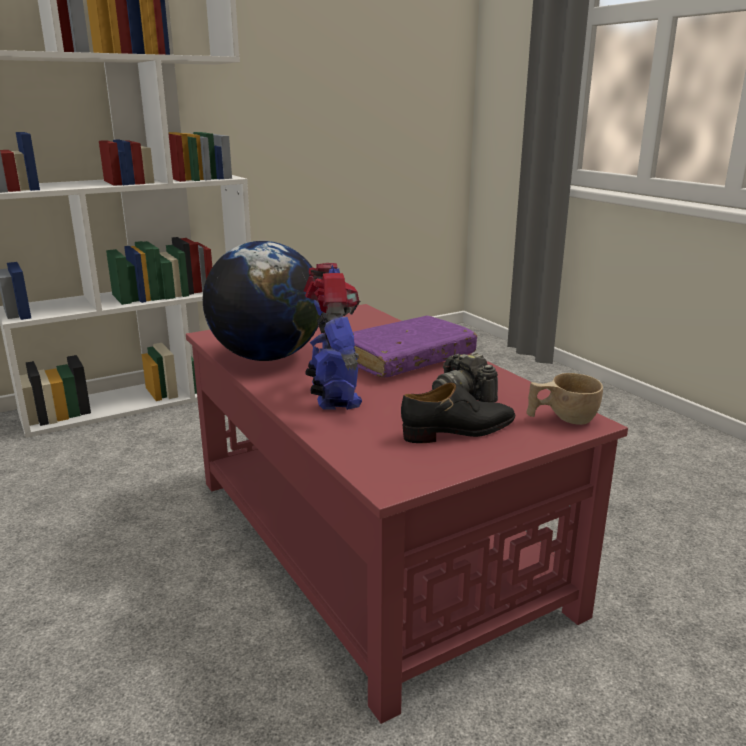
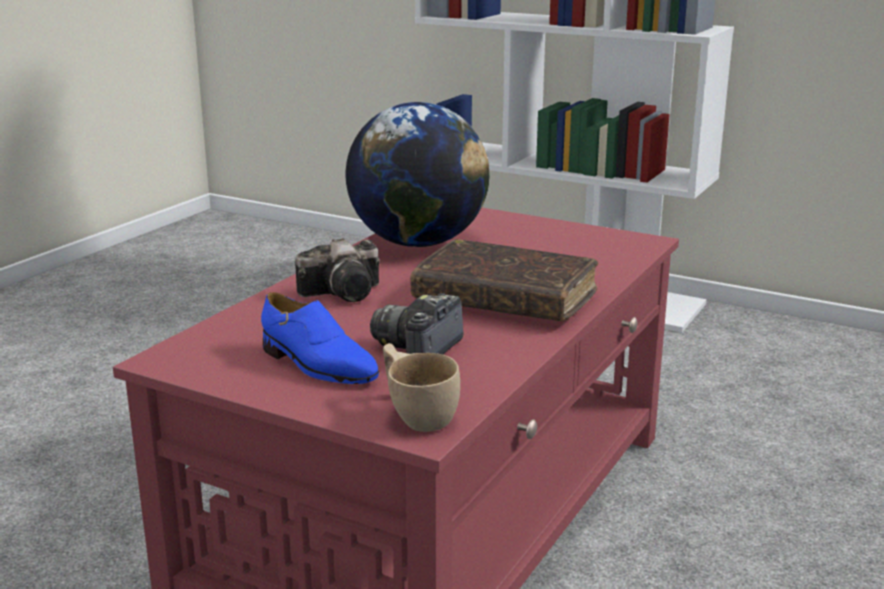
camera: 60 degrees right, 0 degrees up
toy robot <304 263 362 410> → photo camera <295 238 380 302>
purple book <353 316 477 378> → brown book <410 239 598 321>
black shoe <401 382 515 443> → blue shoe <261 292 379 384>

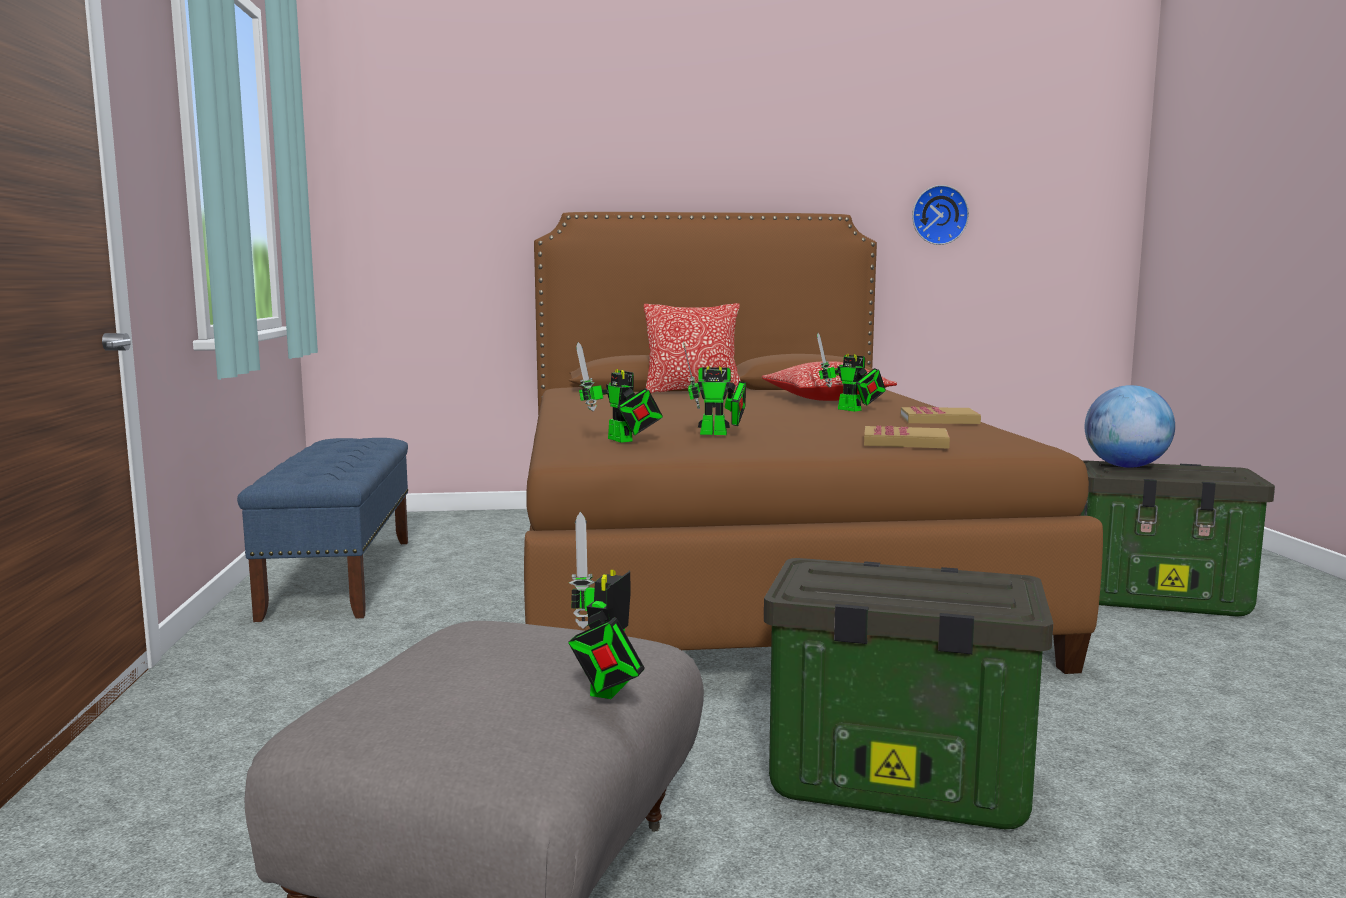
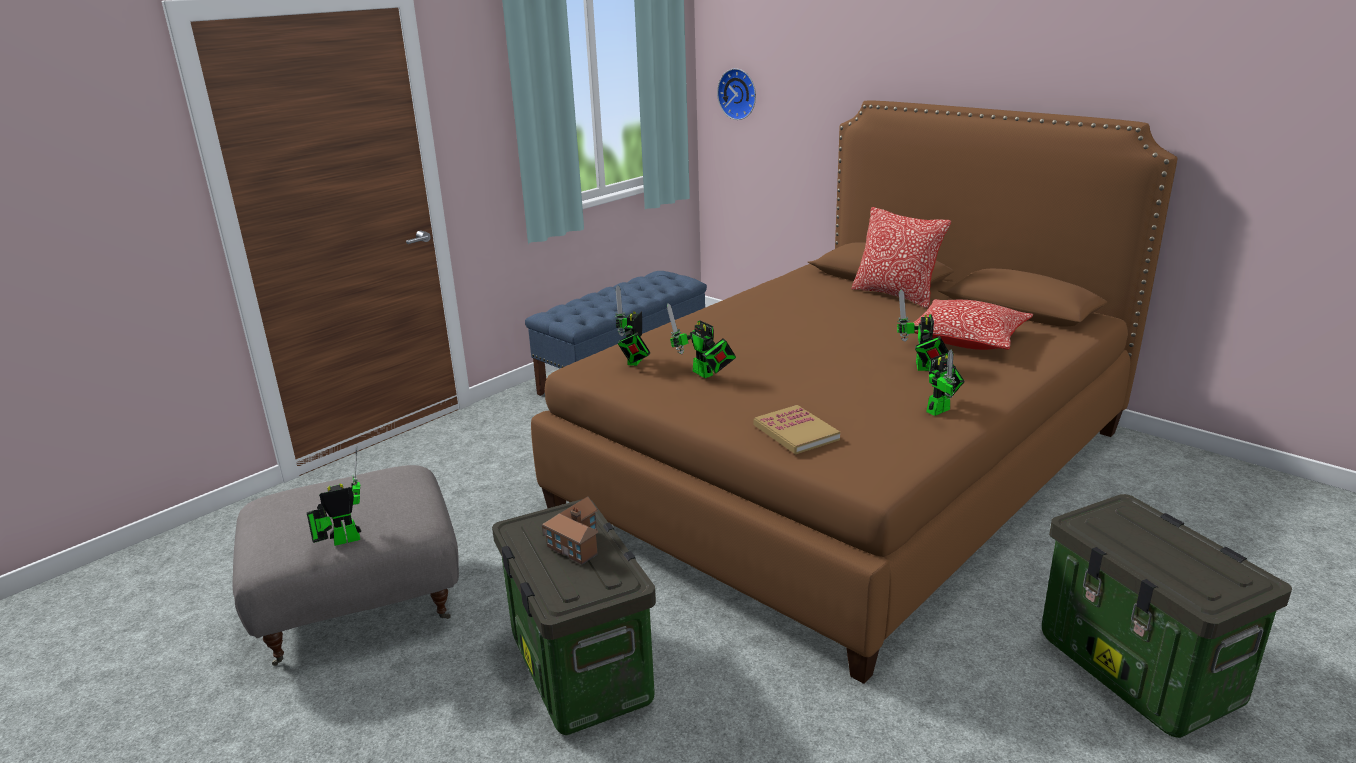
camera: 50 degrees right, 15 degrees up
wall clock <912 185 969 245> → wall clock <717 68 756 120>, move
globe <1085 385 1175 468> → -
book <901 406 981 424> → toy robot <926 350 965 416>
- → toy house <542 496 598 565>

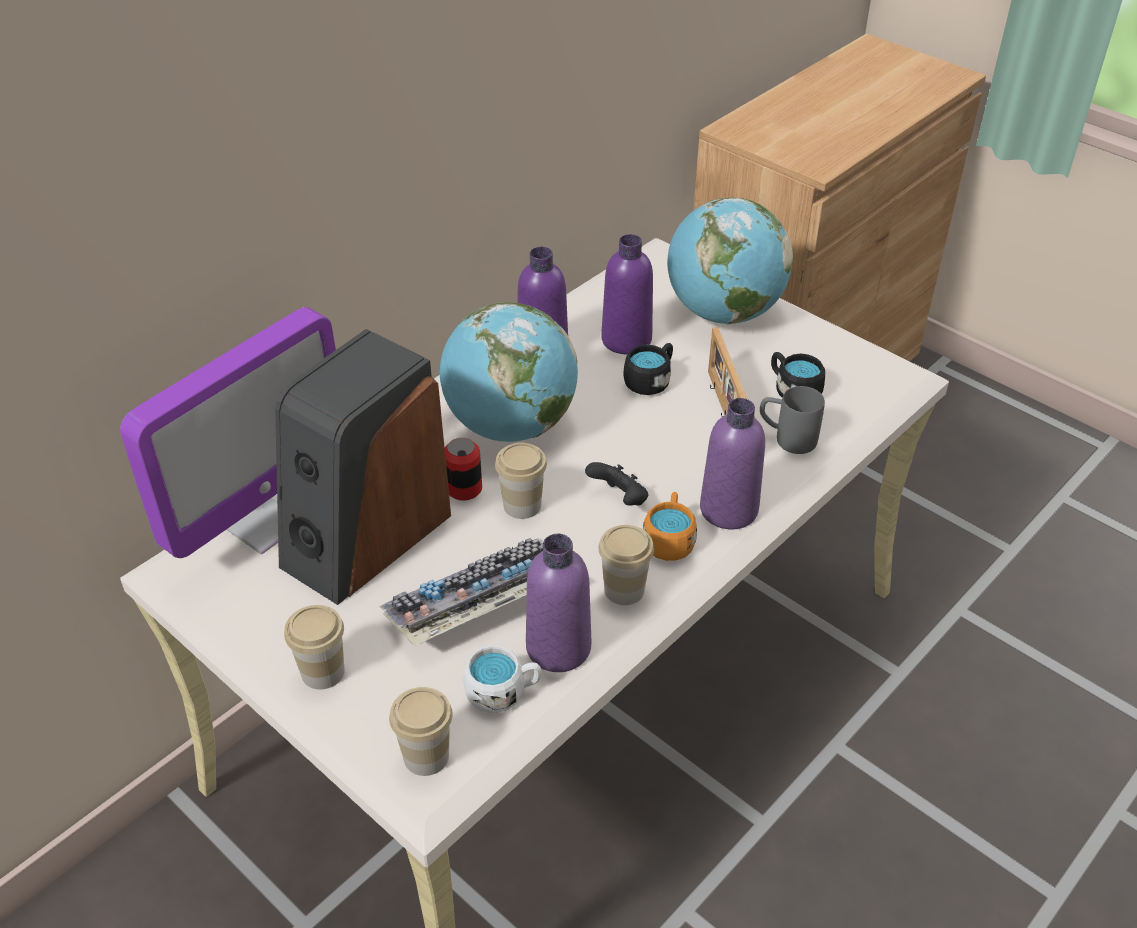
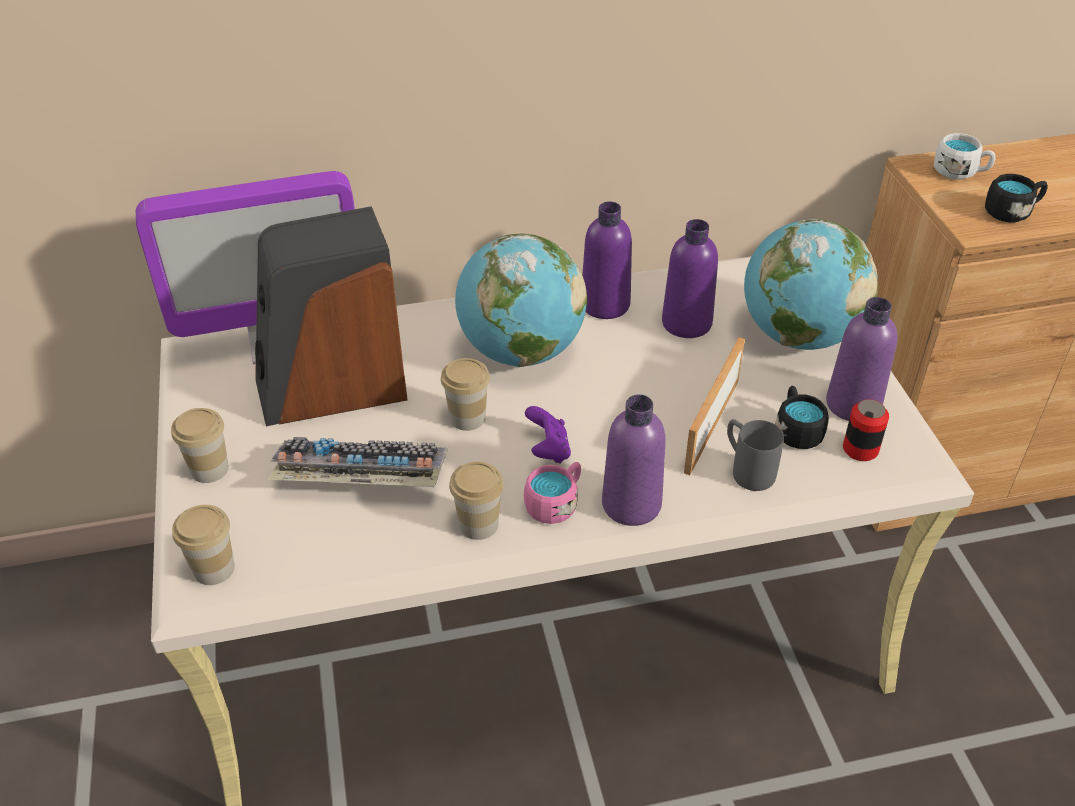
camera: 35 degrees right, 0 degrees up
black mug <624 343 673 395> → black mug <985 174 1048 222>, move
can <445 438 482 501> → can <843 399 889 461>, move
black game controller <585 462 648 506> → purple game controller <525 406 571 464>
orange mug <643 492 697 561> → pink mug <524 462 581 524>
purple bottle <526 534 591 672> → purple bottle <826 297 897 421>, move
white mug <463 645 542 713> → white mug <934 133 996 180>, move

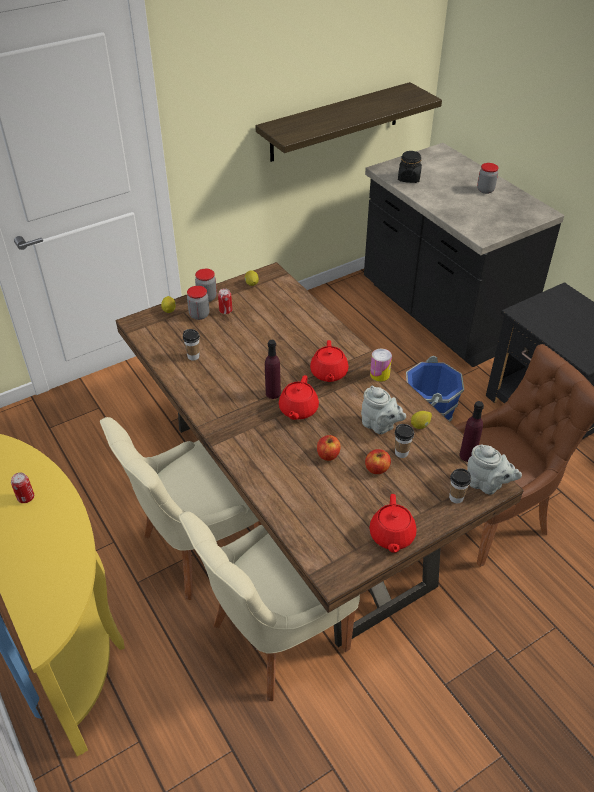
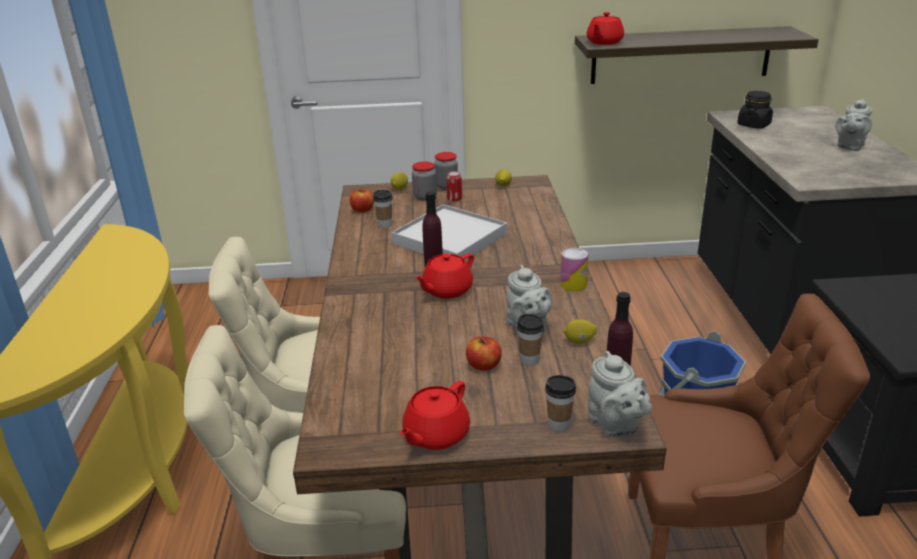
camera: 30 degrees right, 15 degrees down
jar <477 163 499 194> → grey teapot <835 99 872 151>
red teapot <310 340 349 382> → red teapot <587 12 624 45>, move
apple <317 435 341 461> → apple <350 189 374 213>, move
can <11 472 34 503> → -
- → white tray <391 204 507 261>

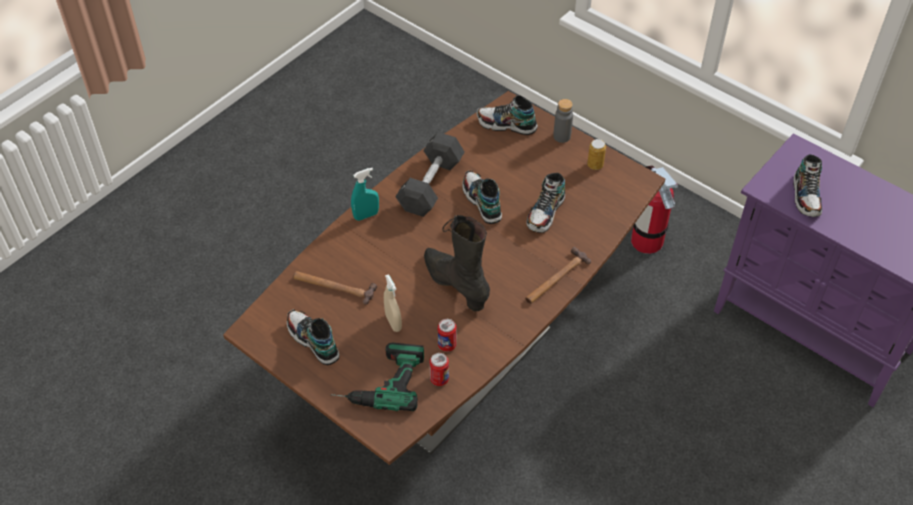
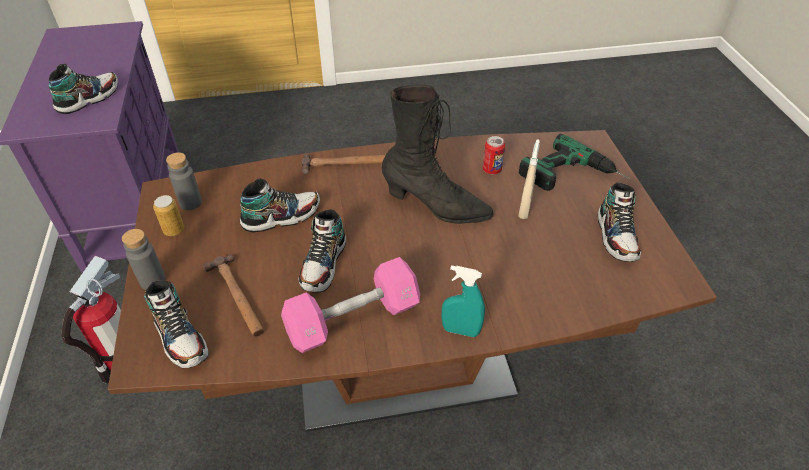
camera: 140 degrees left, 5 degrees down
black dumbbell <395 132 465 217> → pink dumbbell <281 257 420 353>
black boot <424 215 490 311> → black boot <382 84 493 224>, 75 degrees counterclockwise
hammer <293 271 377 305> → hammer <203 255 264 337>, move
can <430 353 449 386> → -
- → grey bottle <166 152 202 210>

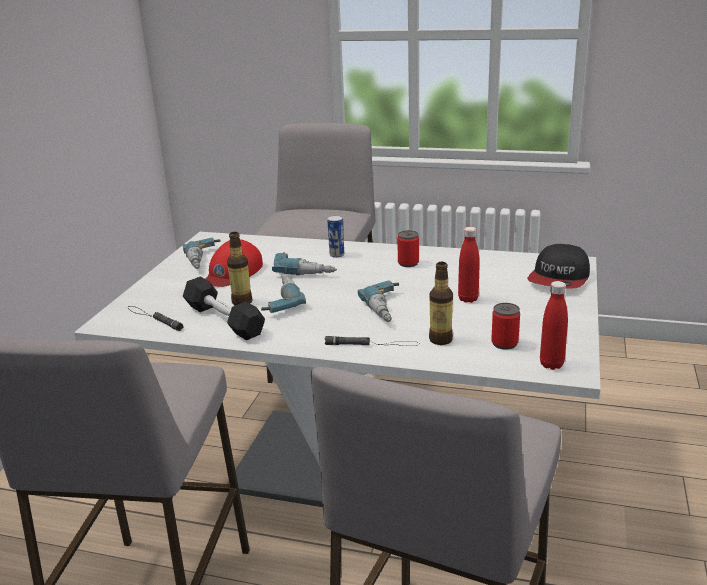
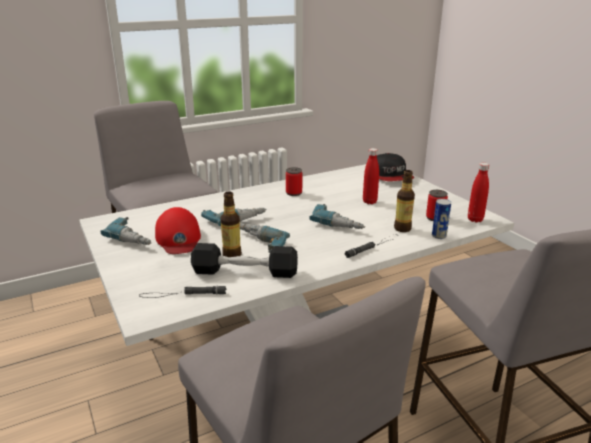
camera: 45 degrees left, 0 degrees up
can <327 215 344 258> → can <432 199 451 239>, move

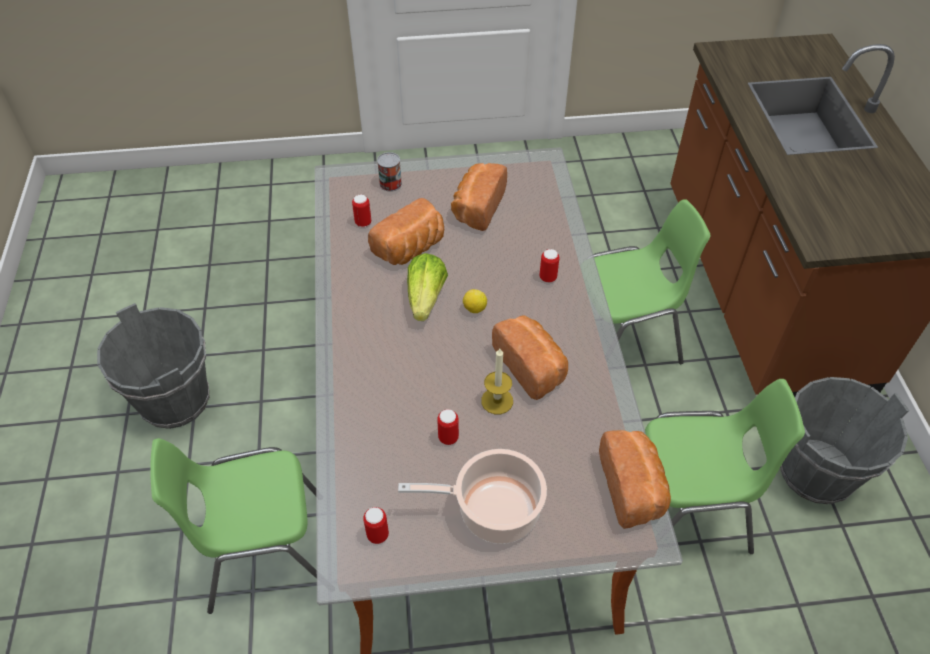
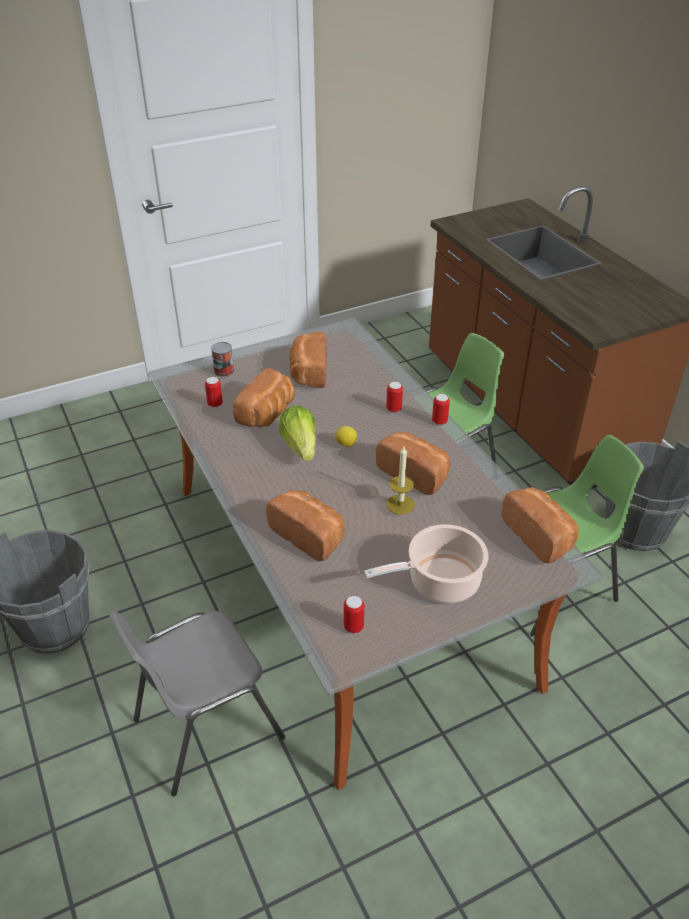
camera: 20 degrees left, 10 degrees down
can <437 409 459 445> → can <432 394 450 425>, move
green chair <150 438 317 614> → grey chair <108 610 285 796>
- → bread <266 489 345 561>

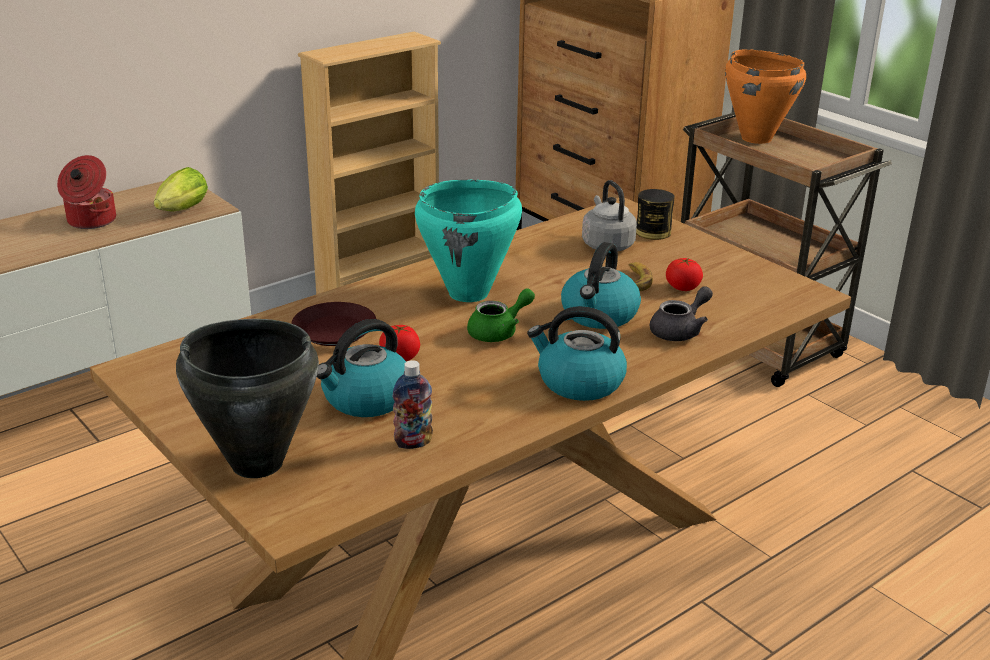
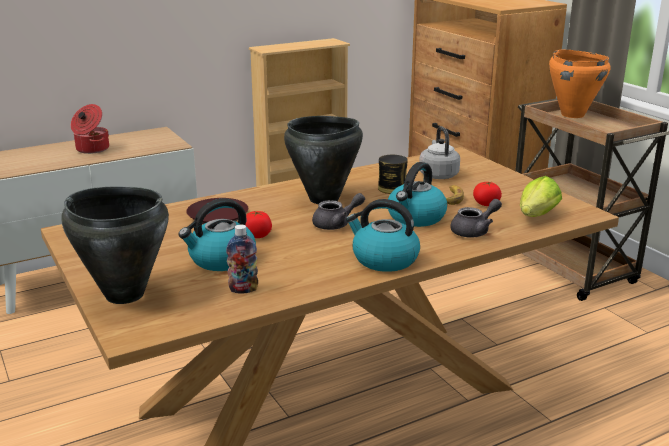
camera: 10 degrees right, 5 degrees down
lettuce <154 167 208 211> → lettuce <520 176 562 217>, move
turquoise cooking pot <415 179 522 302> → black cooking pot <284 116 363 204>
can <636 189 675 240> → can <378 155 408 194>, move
green teapot <467 288 535 342> → grey teapot <312 193 365 230>

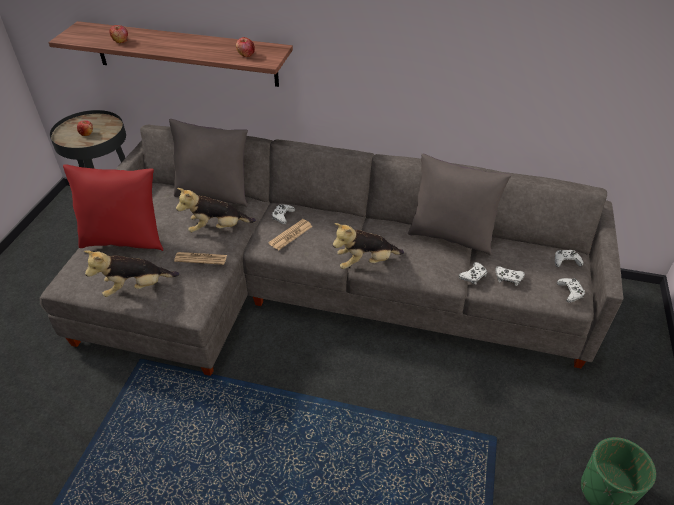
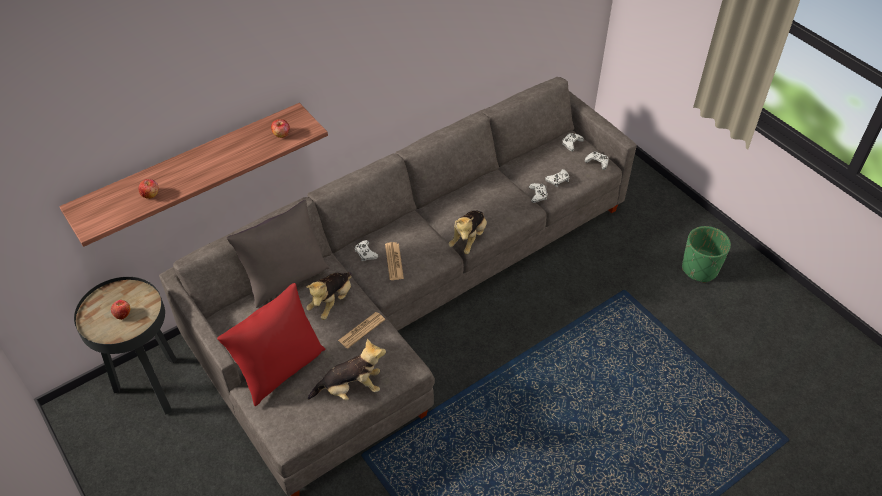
camera: 50 degrees left, 5 degrees up
grey pillow <408 154 511 256> → -
plush toy <84 250 179 297> → plush toy <308 338 386 401>, 120 degrees counterclockwise

